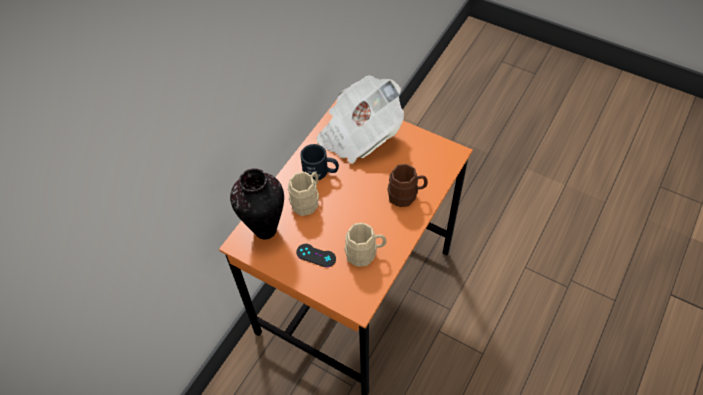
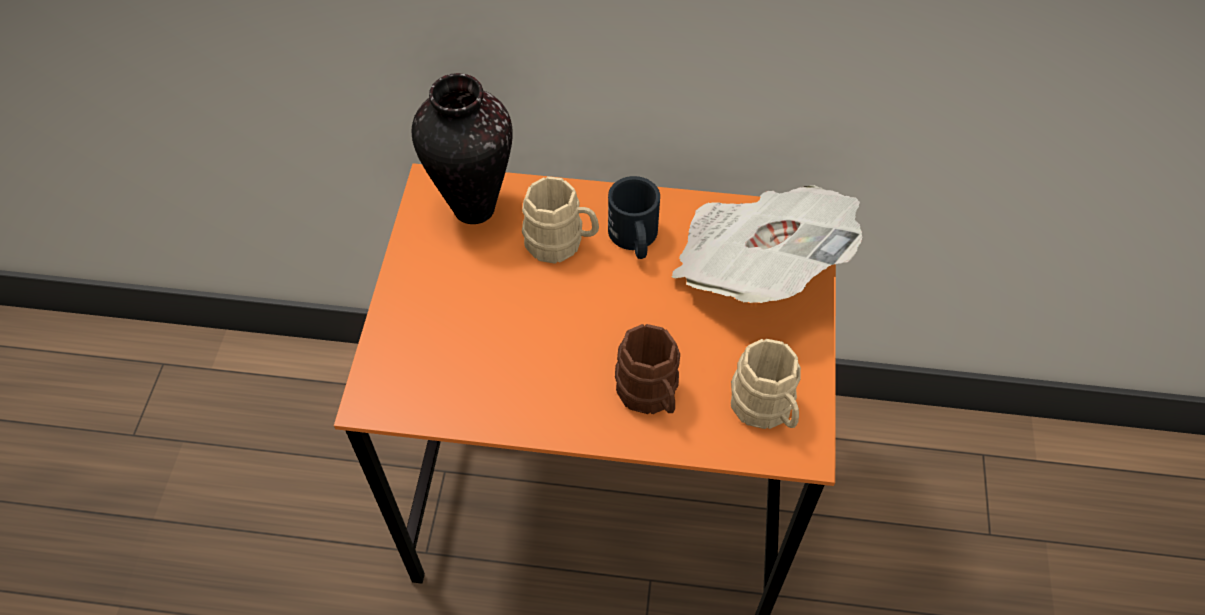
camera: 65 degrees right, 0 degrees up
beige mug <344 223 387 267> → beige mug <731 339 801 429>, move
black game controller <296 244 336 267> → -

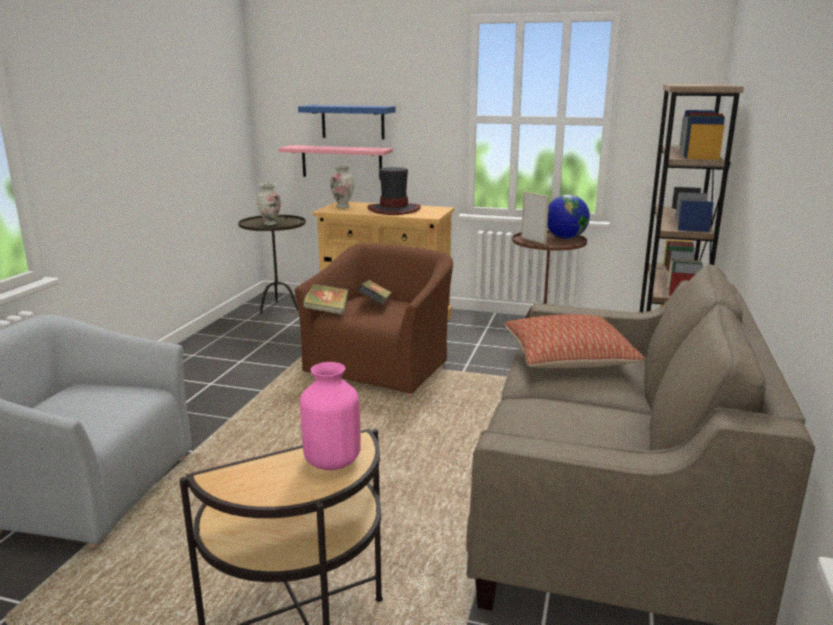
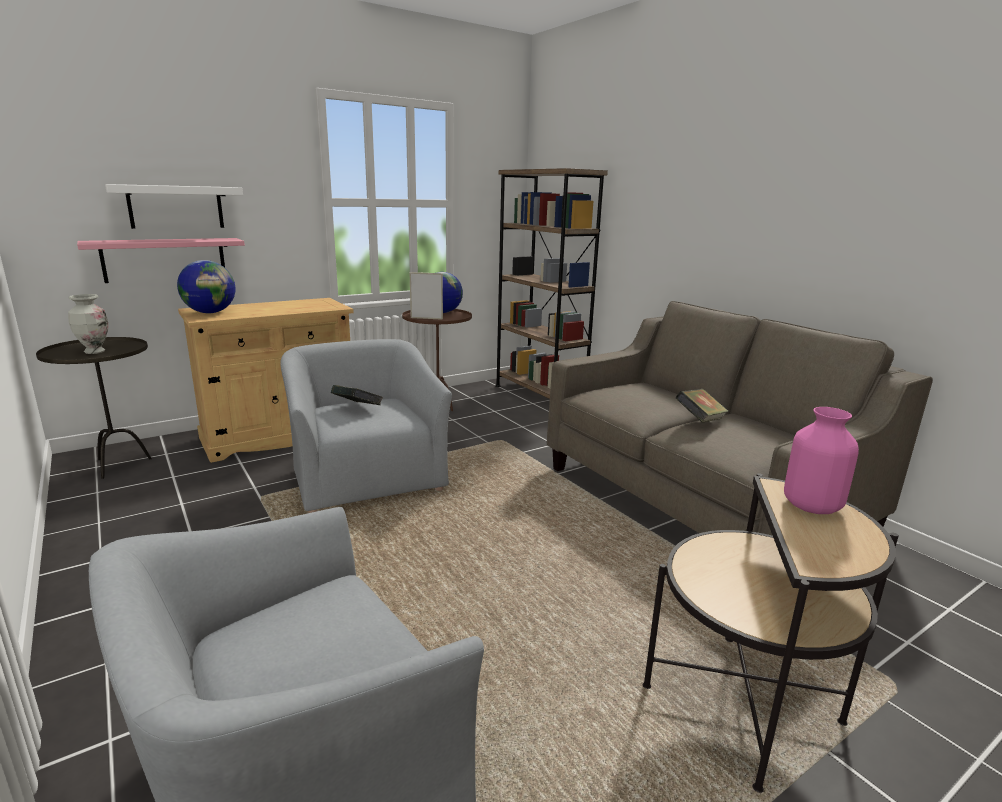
camera: 50 degrees left, 0 degrees up
blue shelf <298 105 396 139> → white shelf <105 184 243 229>
vase <330 164 354 208> → globe <177 260 235 313>
hat <368 167 421 215> → -
brown armchair <294 243 453 397> → grey armchair <280 339 452 513>
book <303 284 349 315> → book <675 389 729 423>, move
pillow <504 314 645 368> → -

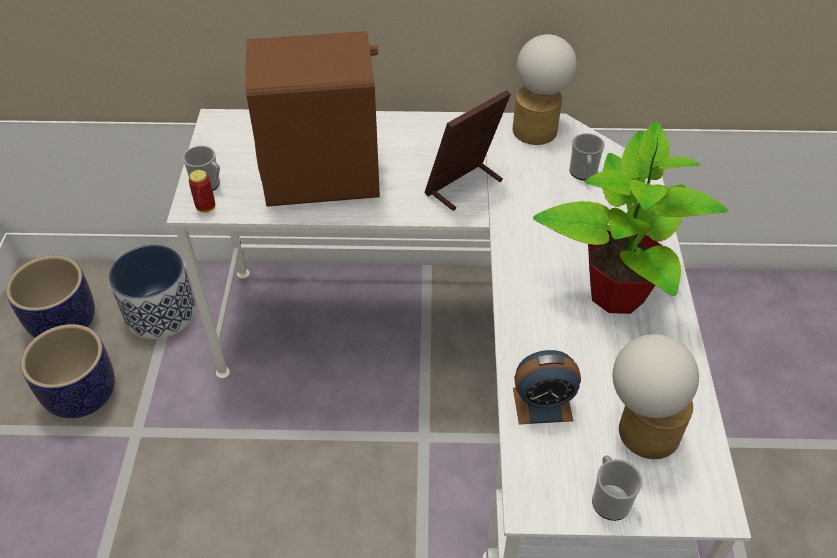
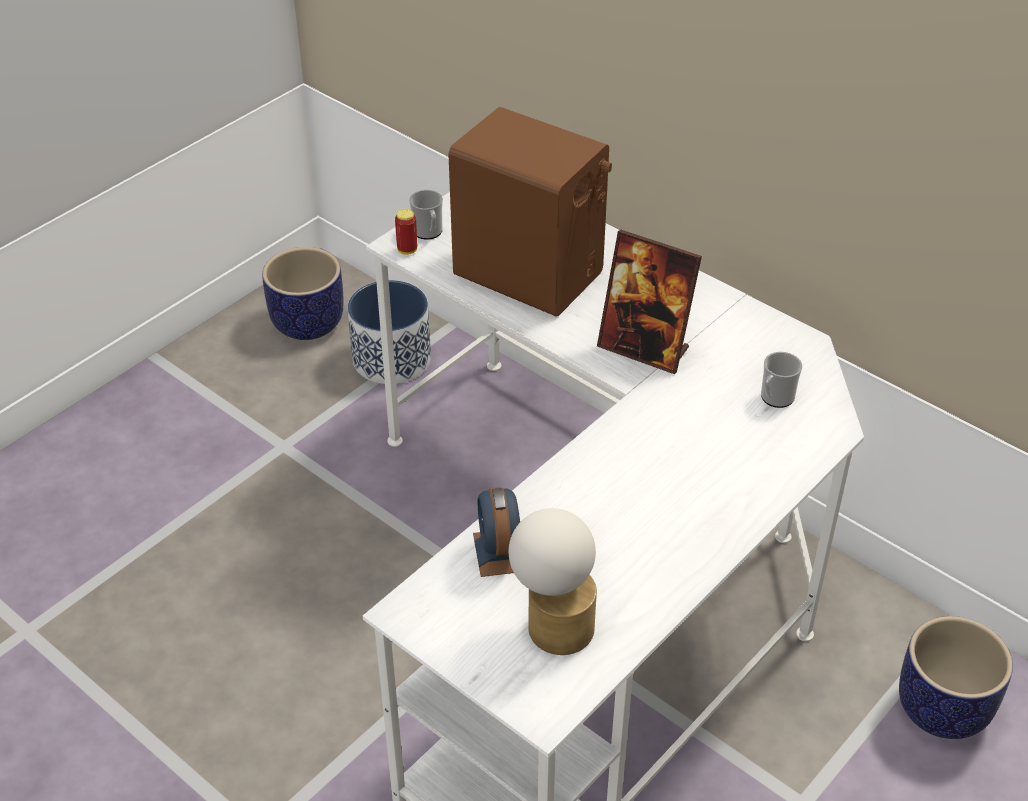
camera: 40 degrees right, 5 degrees down
table lamp <513 34 577 145> → -
picture frame <424 90 511 211> → picture frame <597 229 702 374>, 150 degrees counterclockwise
potted plant <533 120 728 314> → -
planter <21 324 115 418> → planter <899 616 1013 739>, move
alarm clock <513 350 581 424> → alarm clock <473 487 520 577>, 45 degrees clockwise
mug <592 455 642 521> → -

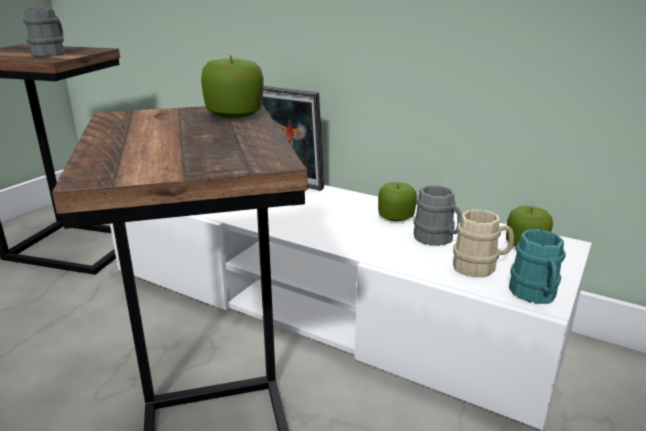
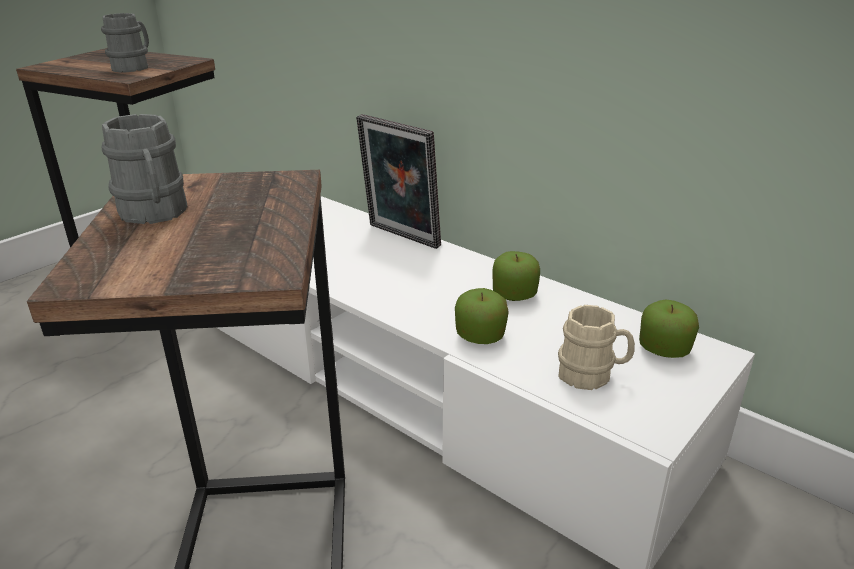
camera: 10 degrees right, 5 degrees up
apple <201 55 264 118> → apple <455 288 509 344>, move
grey mug <413 185 462 246> → grey mug <102 114 187 224>, move
turquoise mug <509 229 566 304> → -

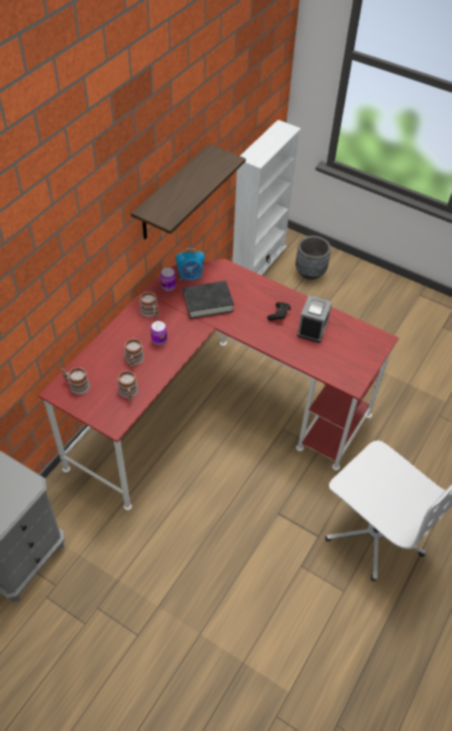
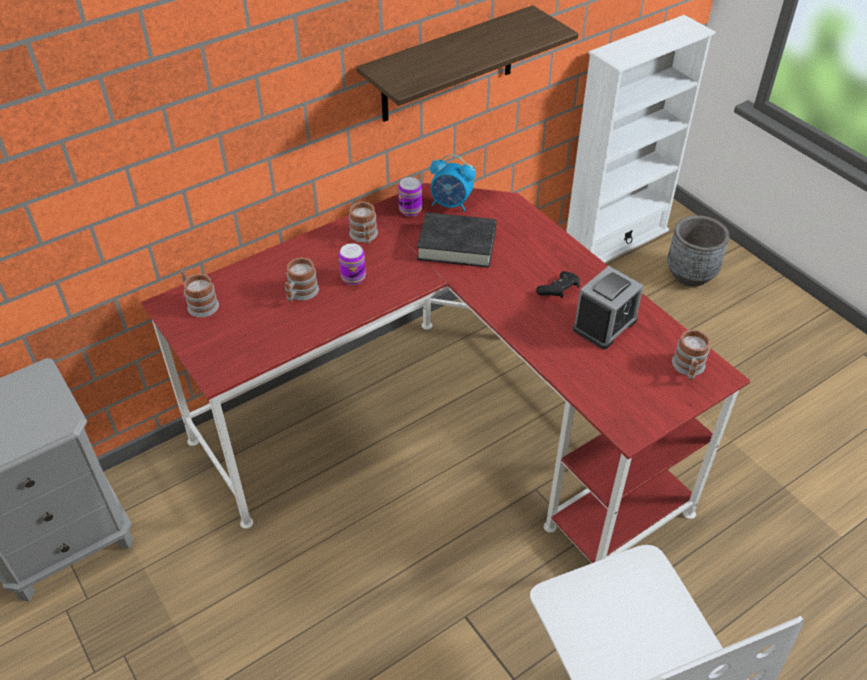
camera: 25 degrees right, 5 degrees down
mug <118 370 138 401> → mug <672 329 710 380>, move

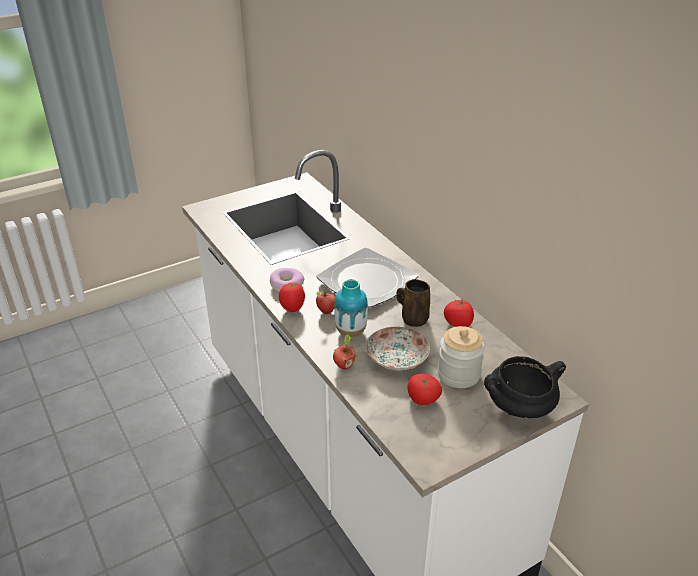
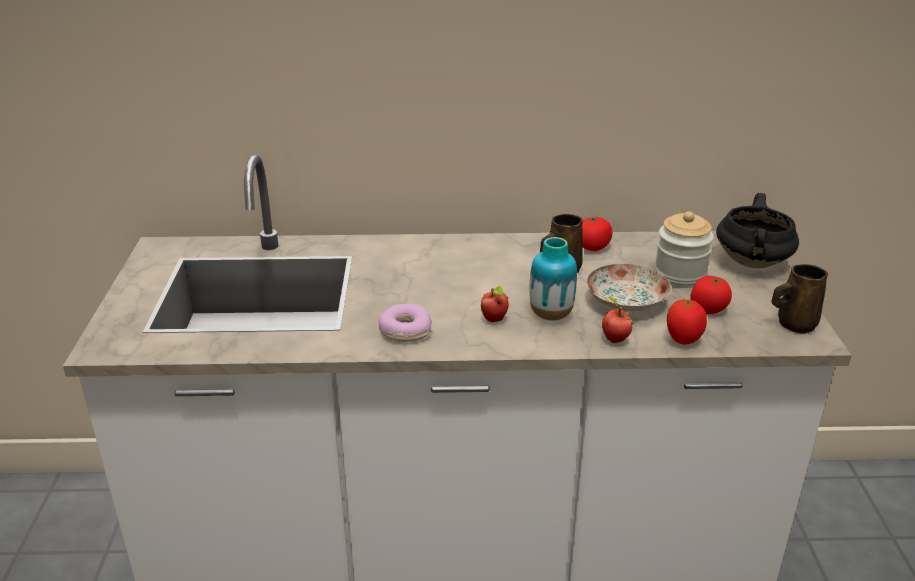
camera: 60 degrees left, 5 degrees down
plate <316 248 418 307> → -
tomato <279 282 305 312> → tomato <667 298 707 344>, move
- → brown mug <771 264 828 334>

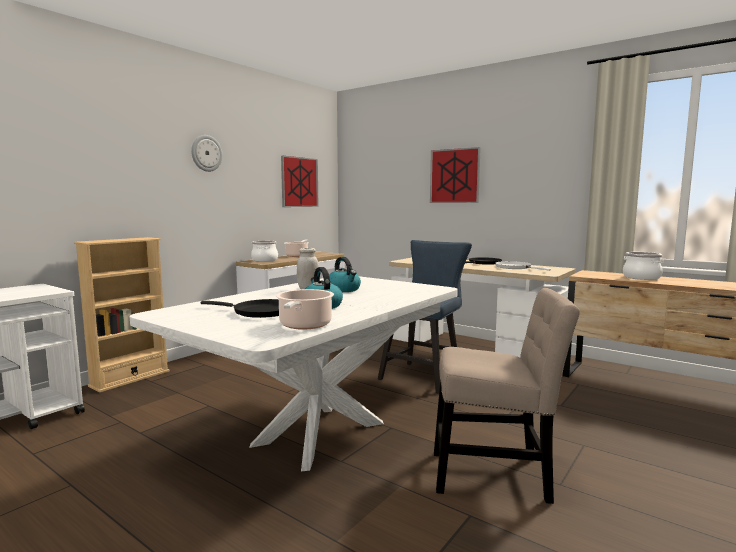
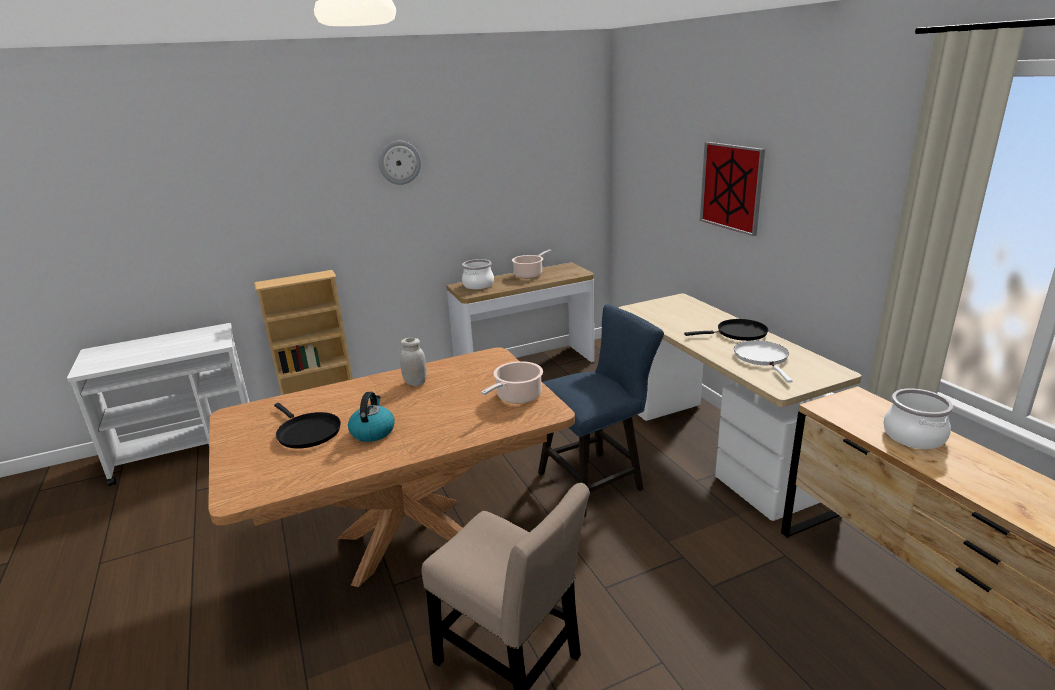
camera: 30 degrees right, 15 degrees up
picture <281 156 319 207> → -
kettle <329 257 361 292> → -
white dining table <130 276 458 471> → brown dining table <208 348 575 587>
cooking pot <276 289 334 330> → cooking pot <481 361 543 404>, move

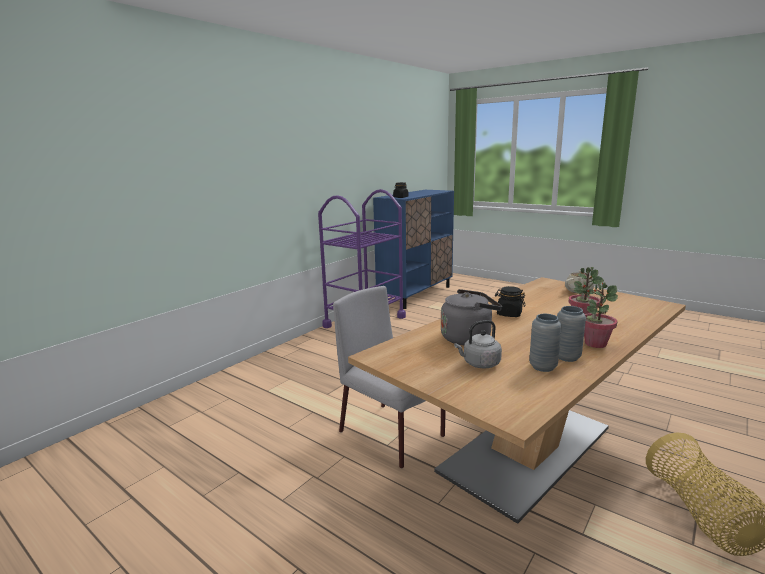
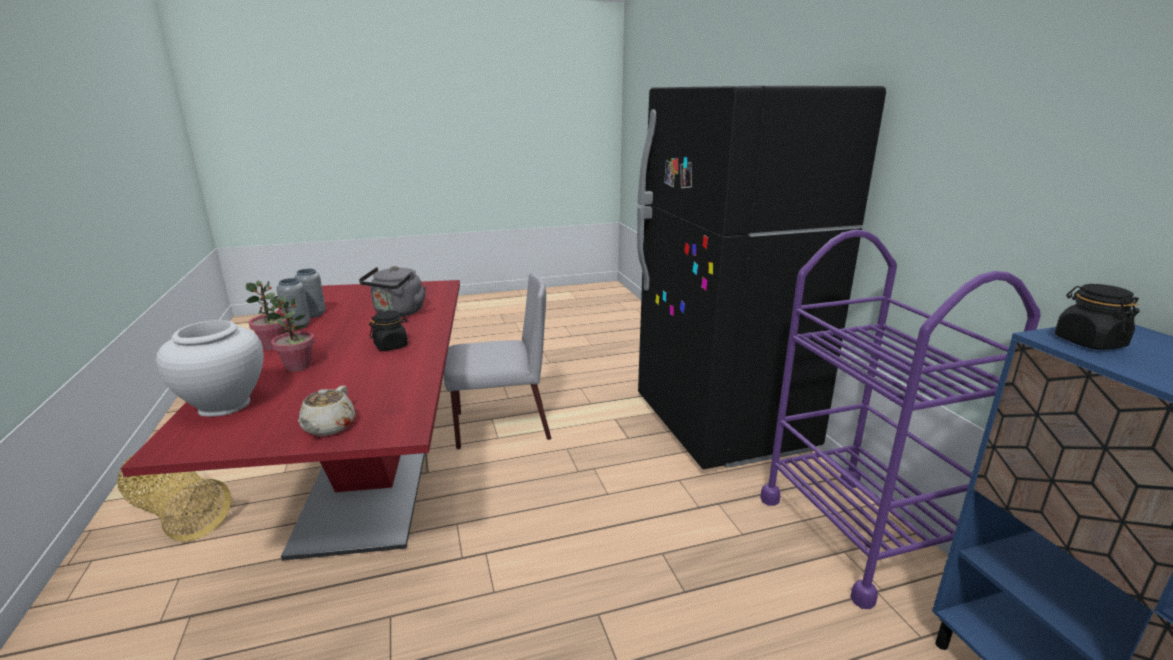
camera: 125 degrees right, 5 degrees up
beige dining table <348 277 686 524> → red dining table <121 280 460 561>
grey kettle <454 320 502 368> → -
- → black fridge <637 86 886 470>
- → white vase <156 320 263 417>

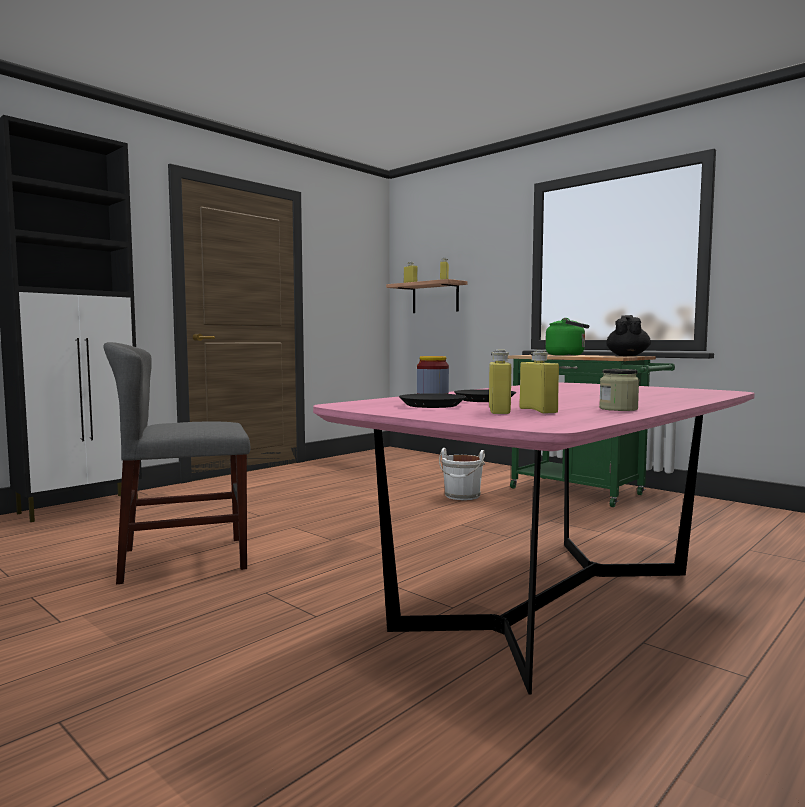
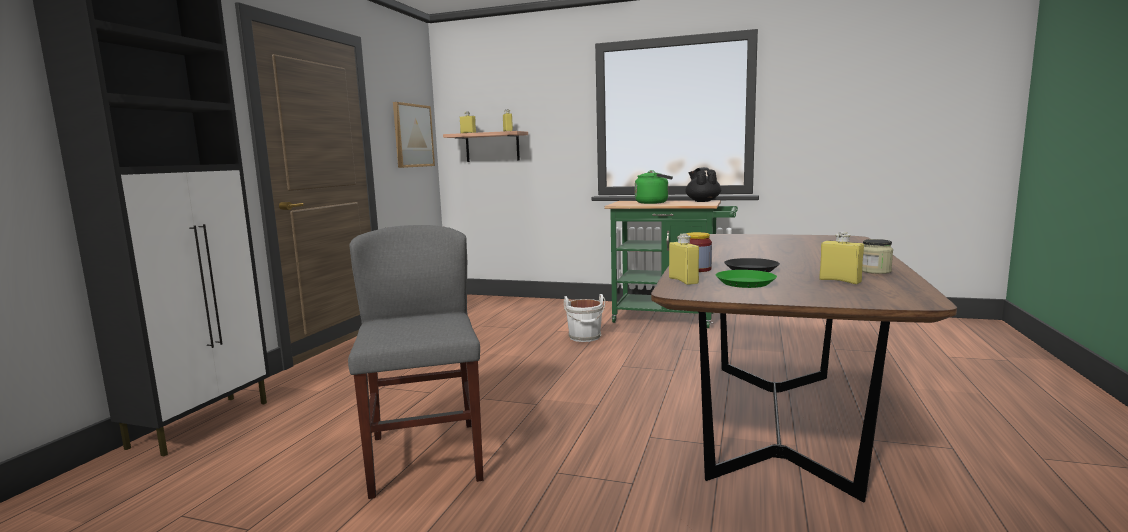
camera: 25 degrees left, 5 degrees up
grey chair <104 342 250 584> → grey chair <348 225 484 499>, 120 degrees clockwise
yellow bottle <489 350 511 414> → yellow bottle <669 234 699 285>, move
pink dining table <313 382 755 695> → brown dining table <651 234 957 503>
black plate <399 393 466 408> → green plate <715 270 777 288>
- → picture <393 102 435 168>

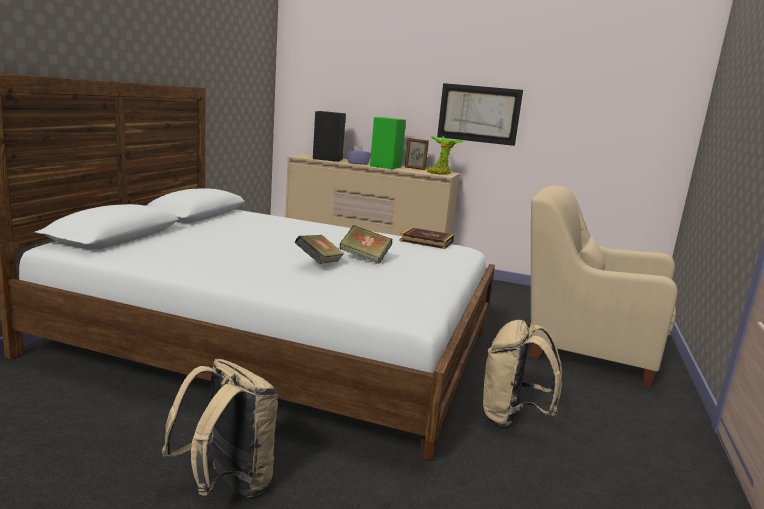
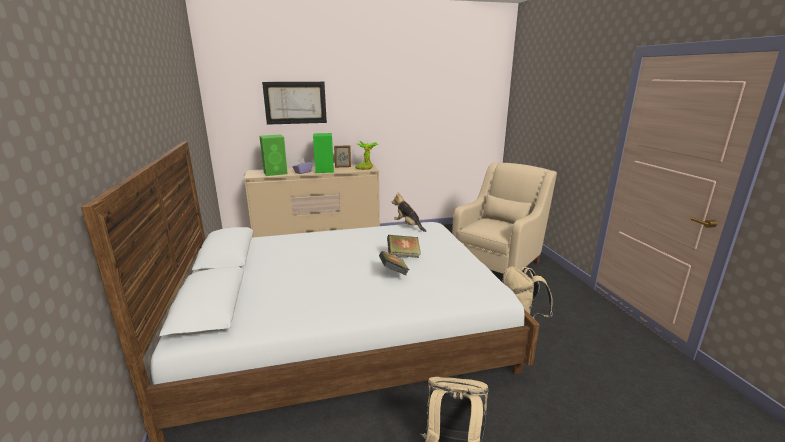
camera: 30 degrees left, 5 degrees up
picture <437 83 523 146> → picture <262 82 327 125>, move
black speaker <313 111 346 162> → green speaker <259 135 288 176>
beige armchair <527 185 678 389> → beige armchair <452 163 557 274>, 135 degrees clockwise
book <400 227 454 249> → plush toy <392 192 426 232>

